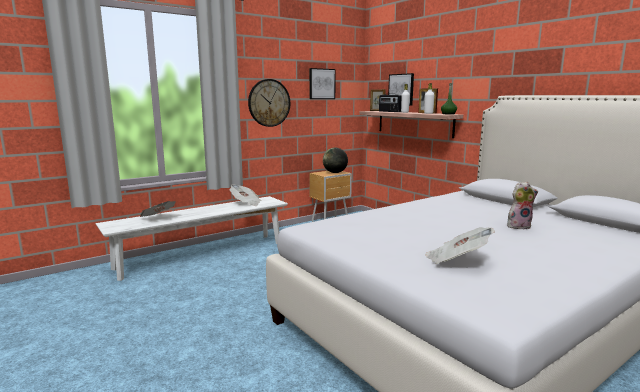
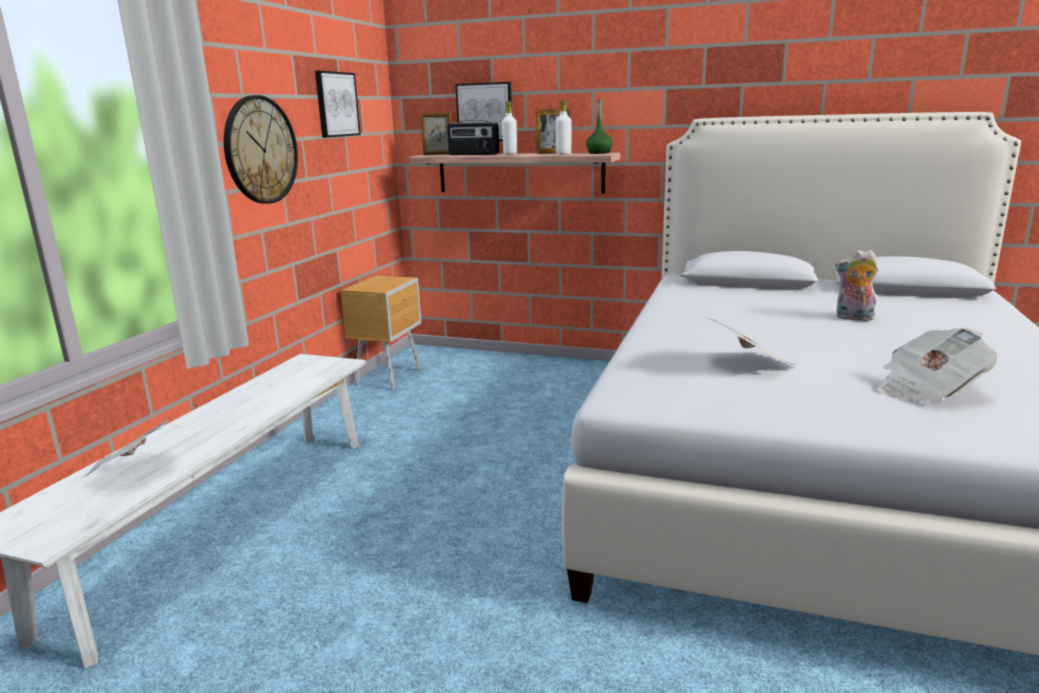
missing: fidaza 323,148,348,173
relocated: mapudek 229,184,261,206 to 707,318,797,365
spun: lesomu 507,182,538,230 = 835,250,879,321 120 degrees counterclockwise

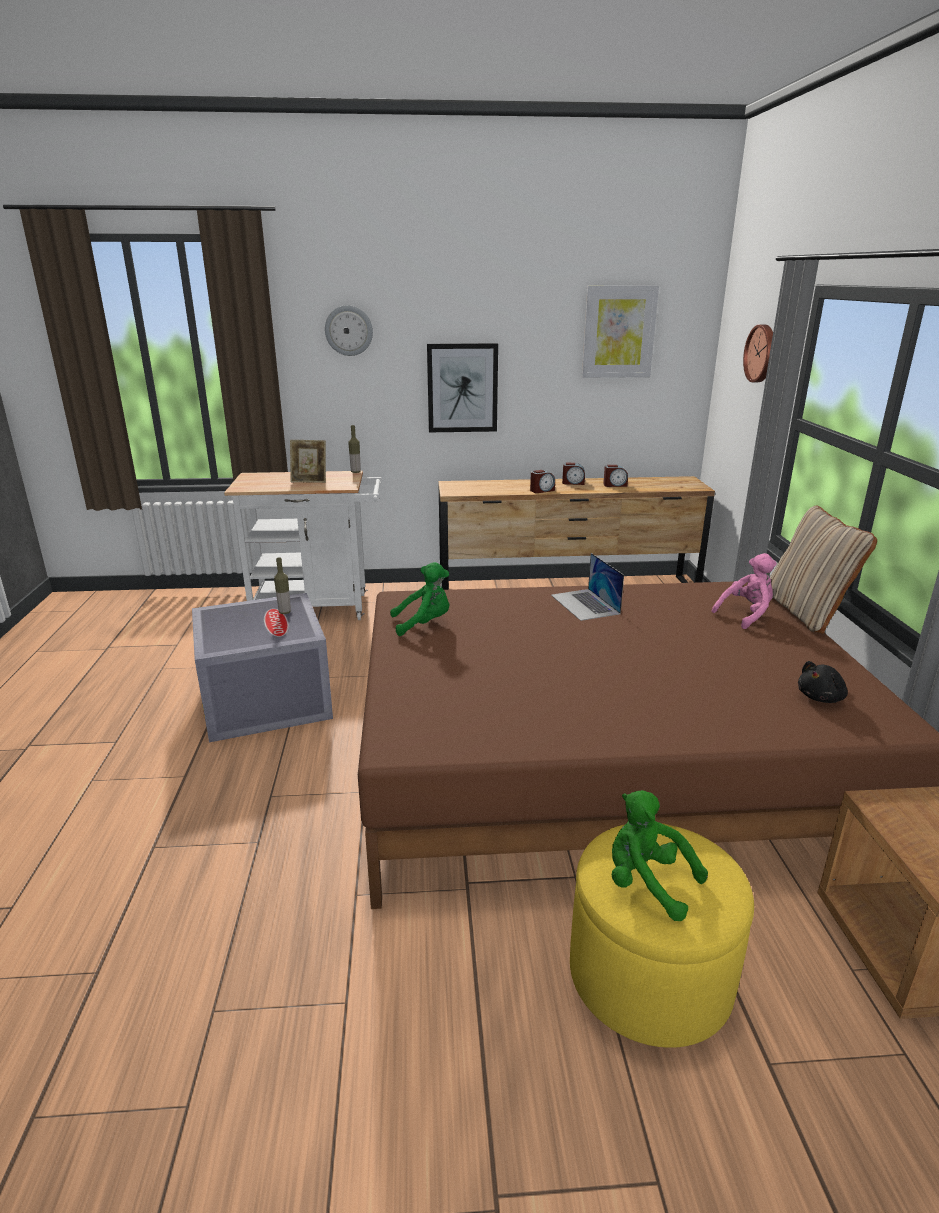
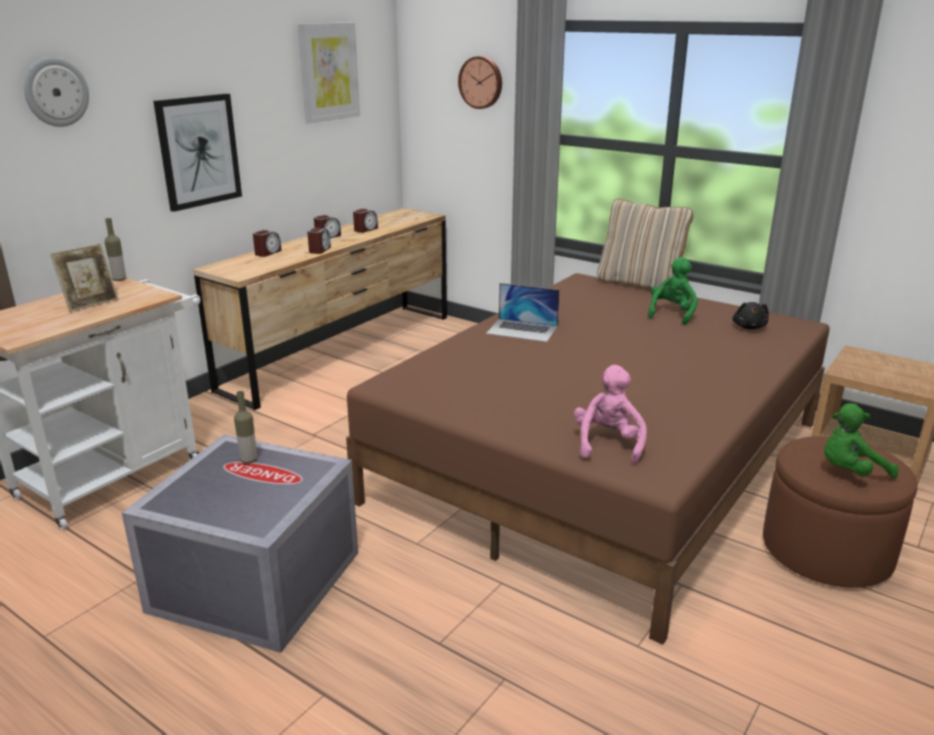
appeared: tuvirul 253,230,282,257
relocated: pink lesomu 711,553,777,629 to 574,365,647,464; green lesomu 390,562,450,636 to 648,257,698,325
colour: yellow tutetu 570,823,754,1048 to brown tutetu 763,436,917,588

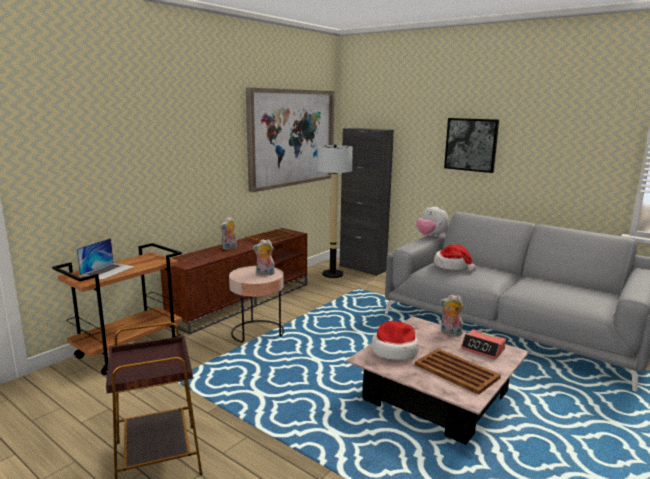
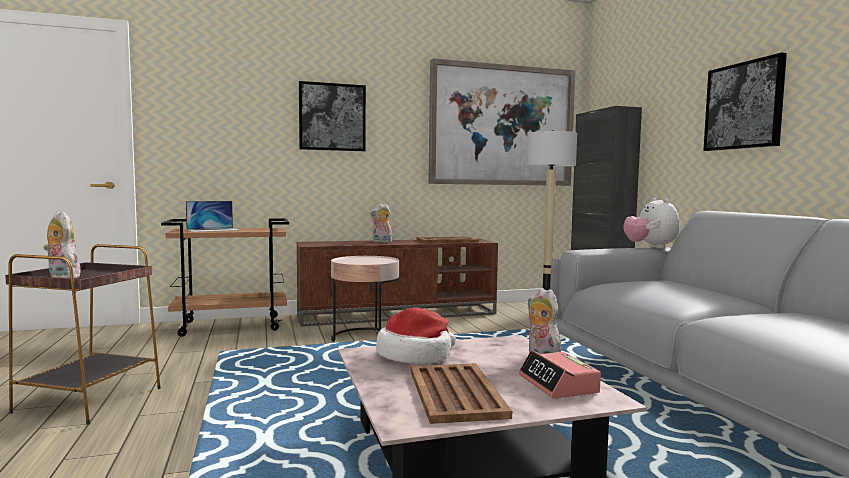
missing: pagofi 434,244,476,272
appeared: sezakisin 299,81,366,151
relocated: lesomu 253,239,275,275 to 43,211,81,278

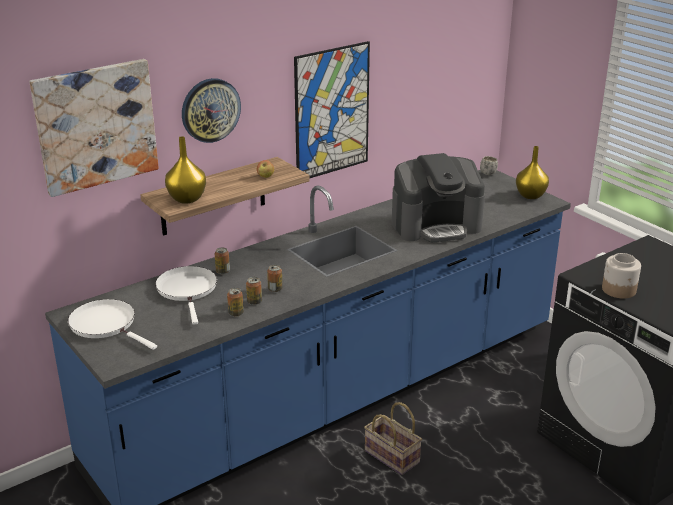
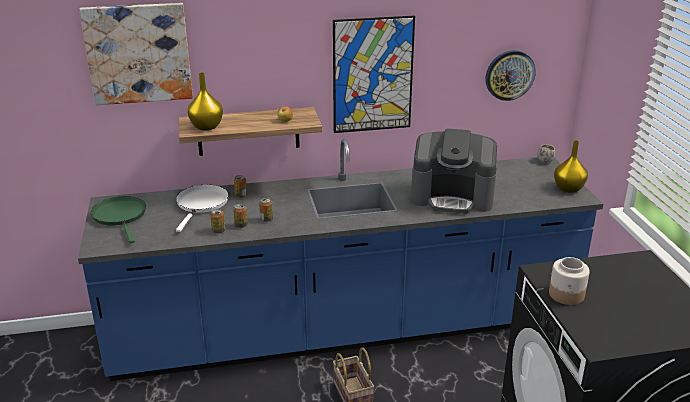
relocated: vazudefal 182,78,241,143 to 486,50,536,101
colour: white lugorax 68,299,157,350 to green lugorax 91,196,146,243

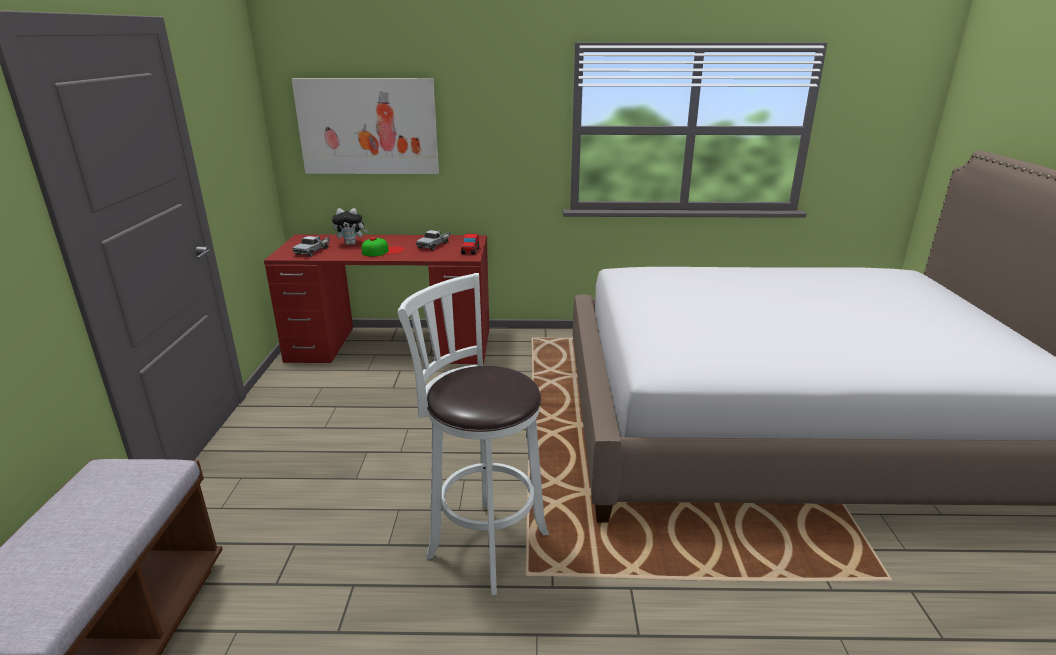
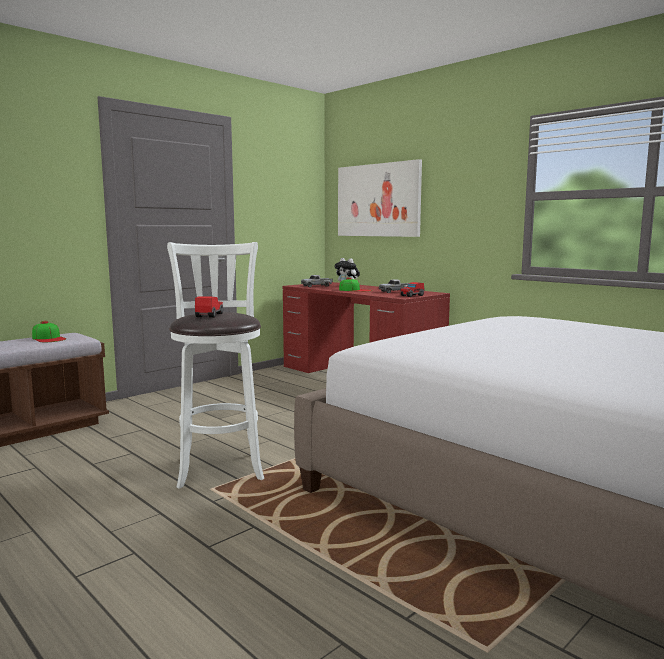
appeared: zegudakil 195,296,223,318; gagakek 32,321,66,342

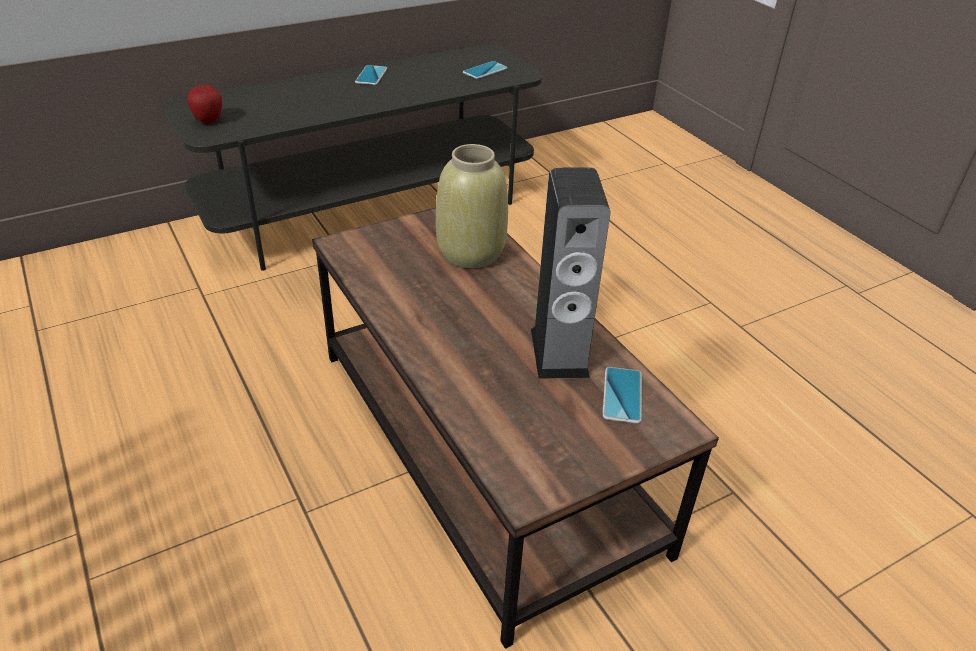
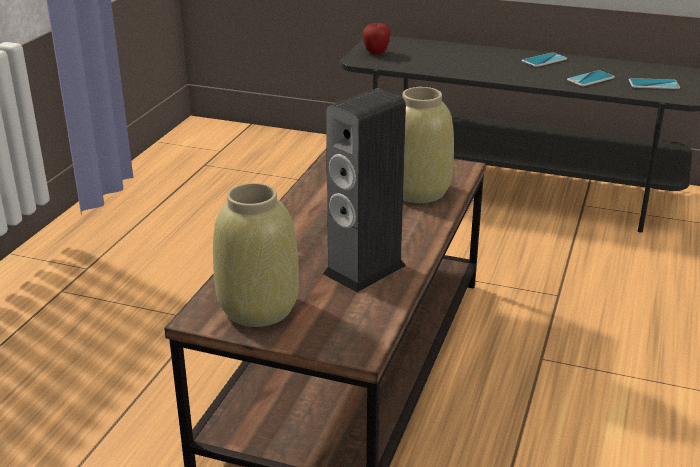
appeared: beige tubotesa 213,183,299,327
relocated: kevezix 603,367,642,424 to 567,70,615,86

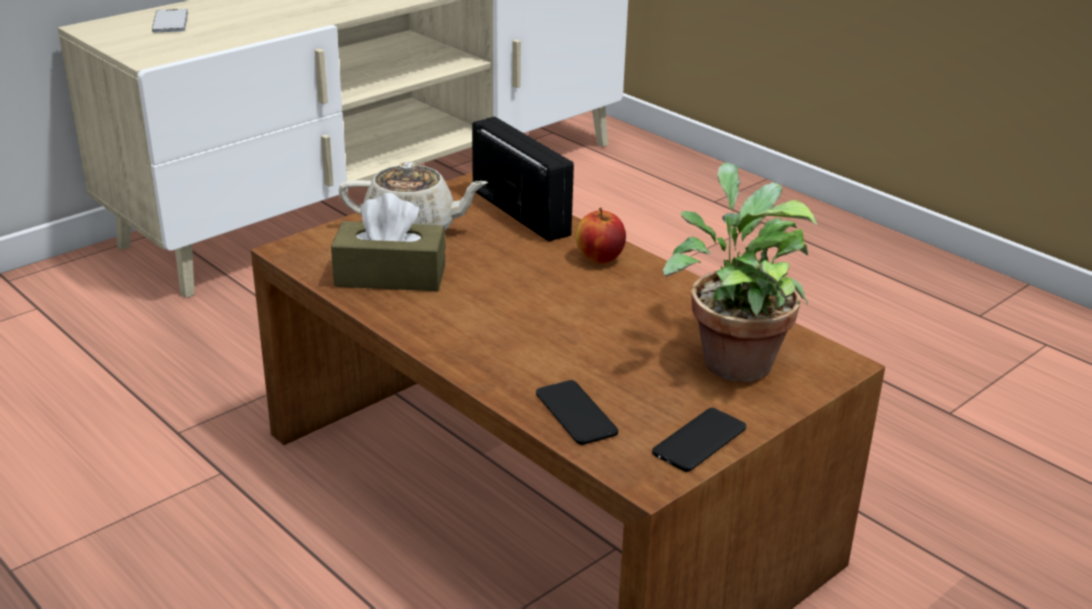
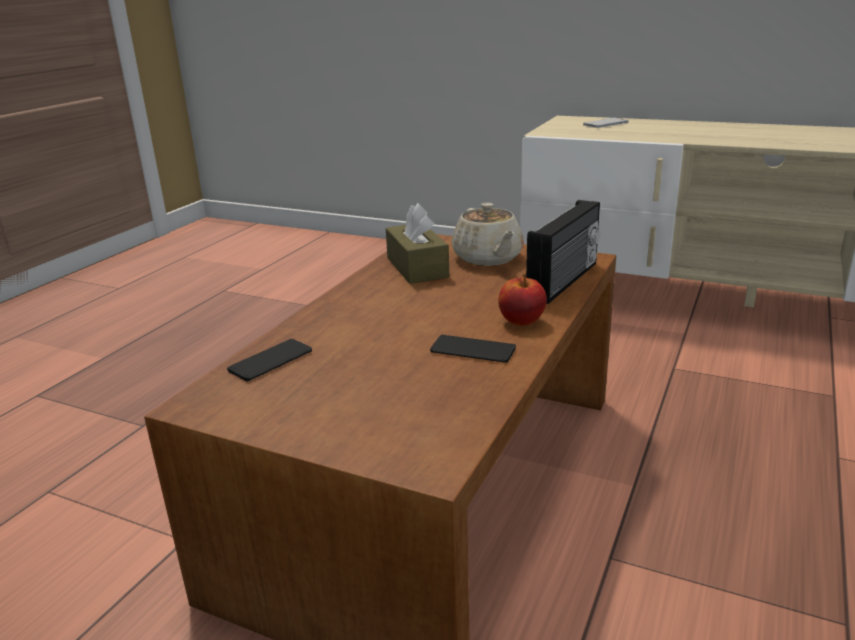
missing: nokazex 663,163,817,382
relocated: kevezix 652,408,746,472 to 430,335,516,363

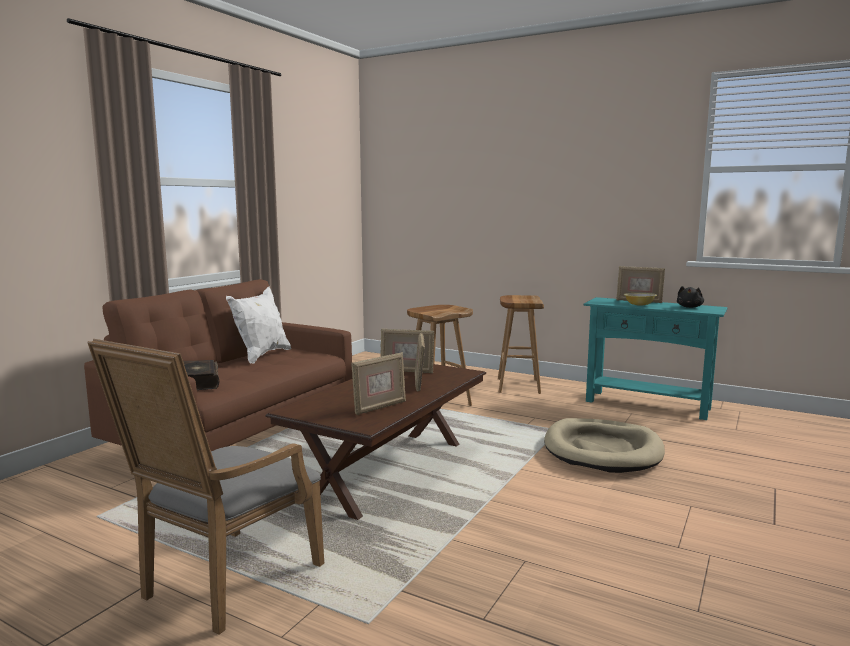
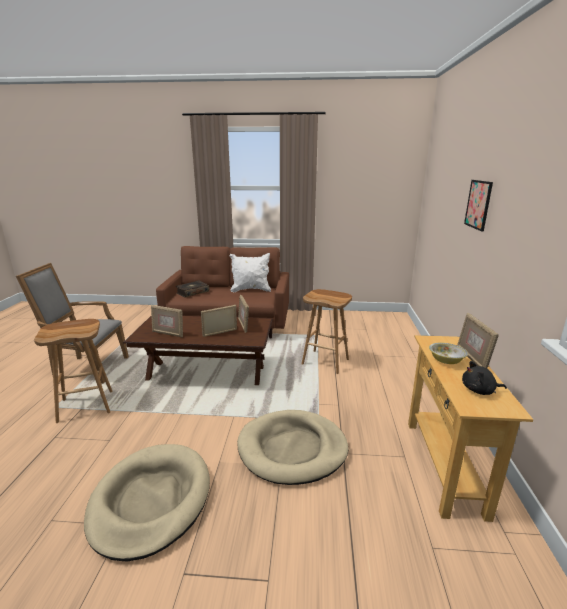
appeared: sezakisin 464,180,493,231; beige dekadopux 84,444,210,562
relocated: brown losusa 498,295,544,394 to 34,319,113,423
colour: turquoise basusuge 584,297,728,420 to beige basusuge 408,335,533,522

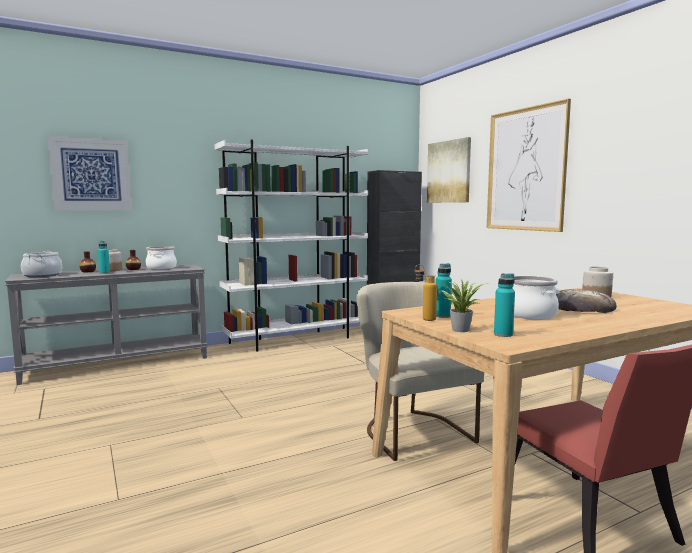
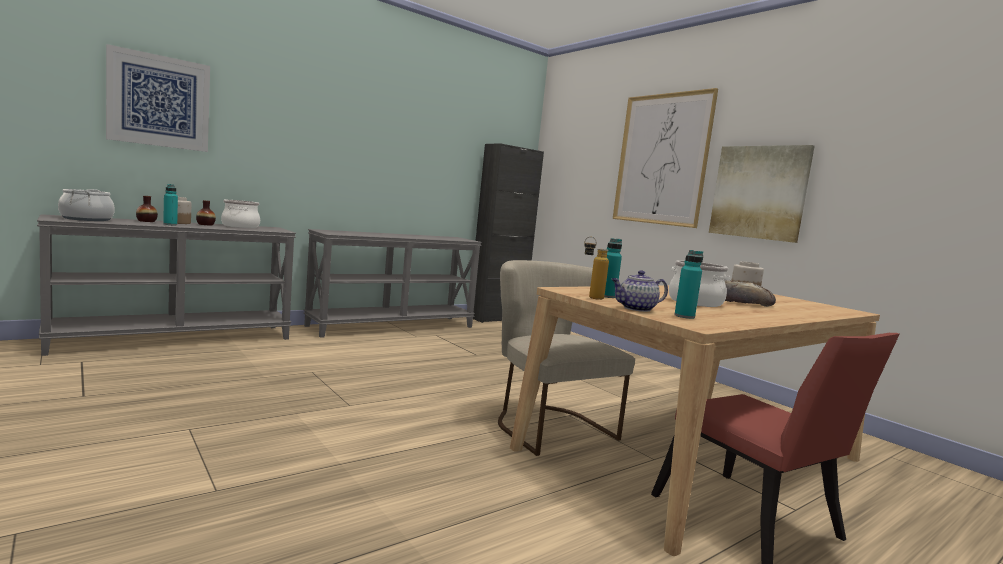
relocated: sezakisin 427,137,471,203 to 709,145,815,243
exchanged: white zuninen 214,140,368,352 to grey basusuge 304,229,482,338; nokazex 441,279,484,332 to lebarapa 612,270,668,312

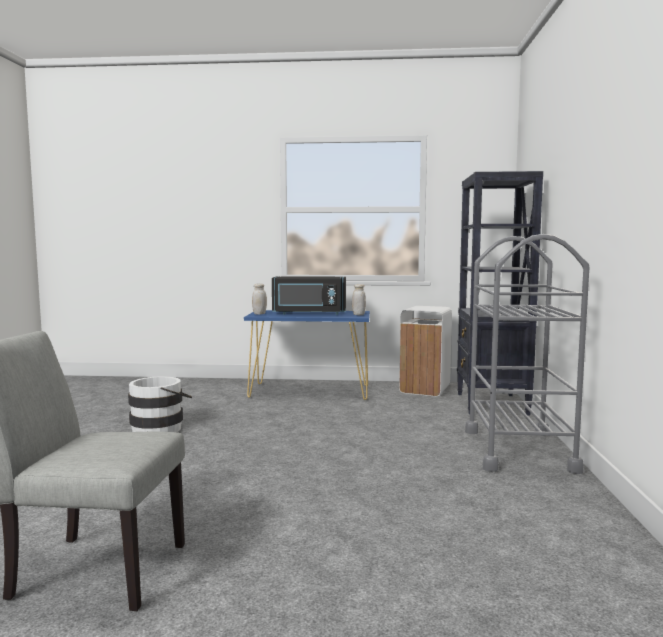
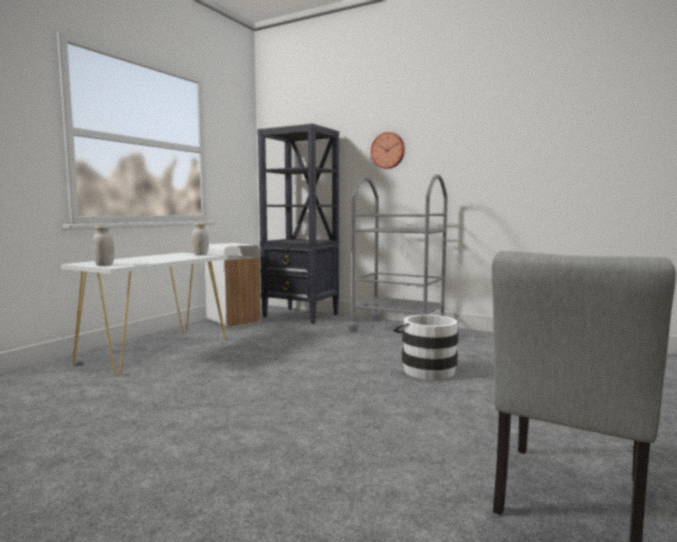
missing: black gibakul 272,276,346,315
appeared: vazudefal 371,132,405,169
relocated: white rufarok 128,376,192,432 to 393,315,458,380
colour: blue basusuge 244,310,370,400 to white basusuge 61,253,227,376

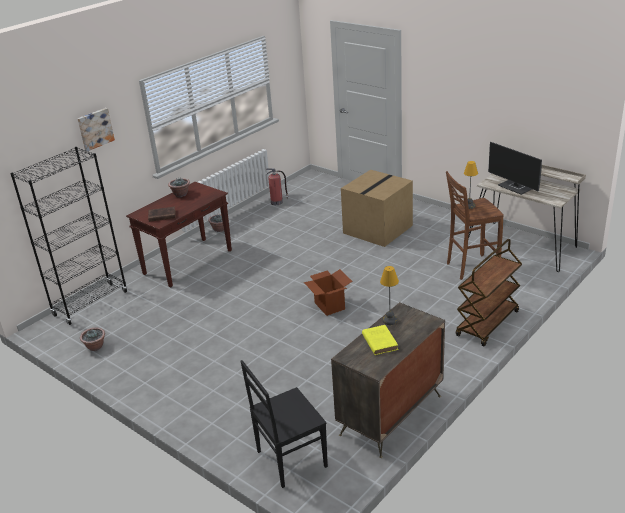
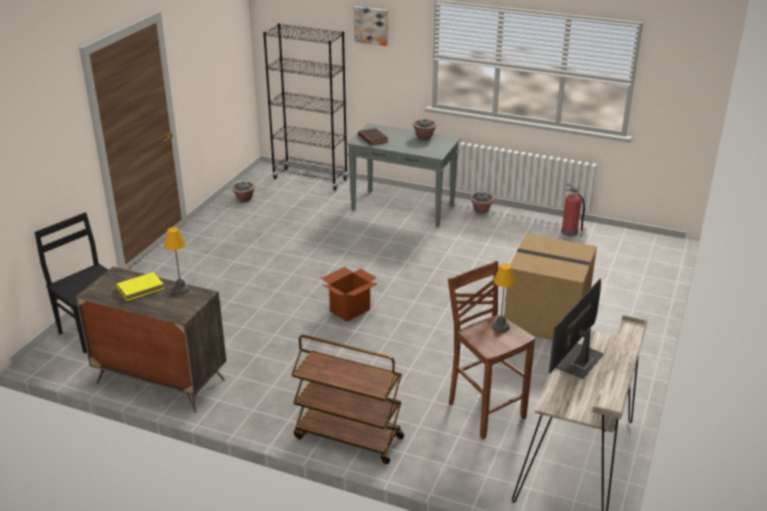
colour: brown basusuge 126,182,232,287 to grey basusuge 346,123,461,227

